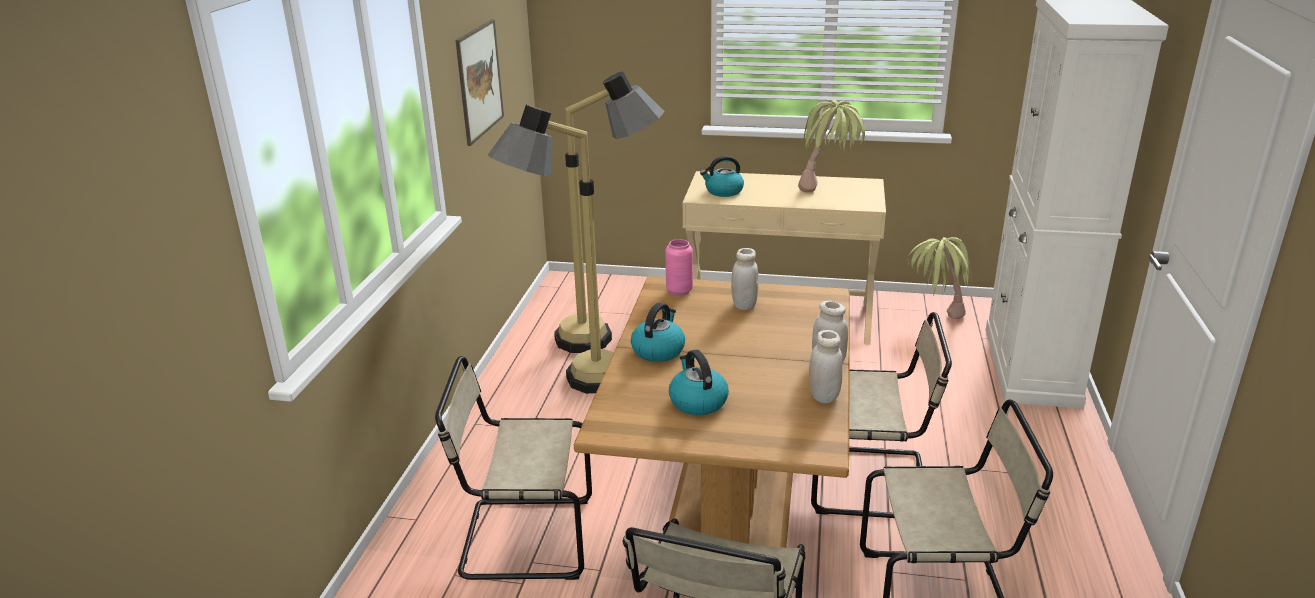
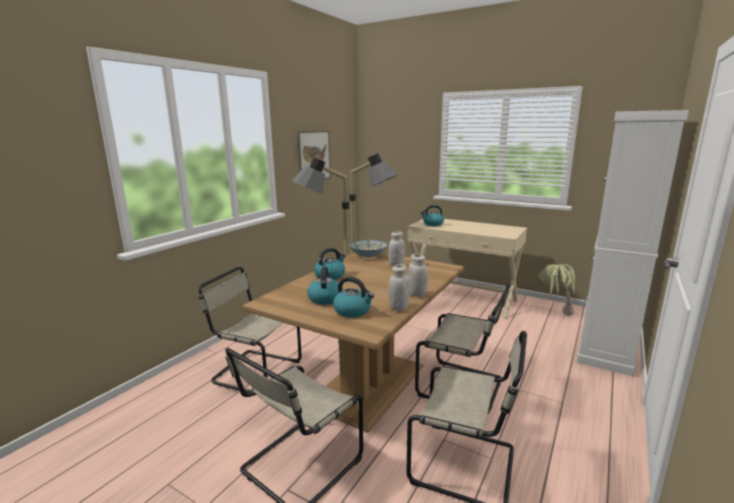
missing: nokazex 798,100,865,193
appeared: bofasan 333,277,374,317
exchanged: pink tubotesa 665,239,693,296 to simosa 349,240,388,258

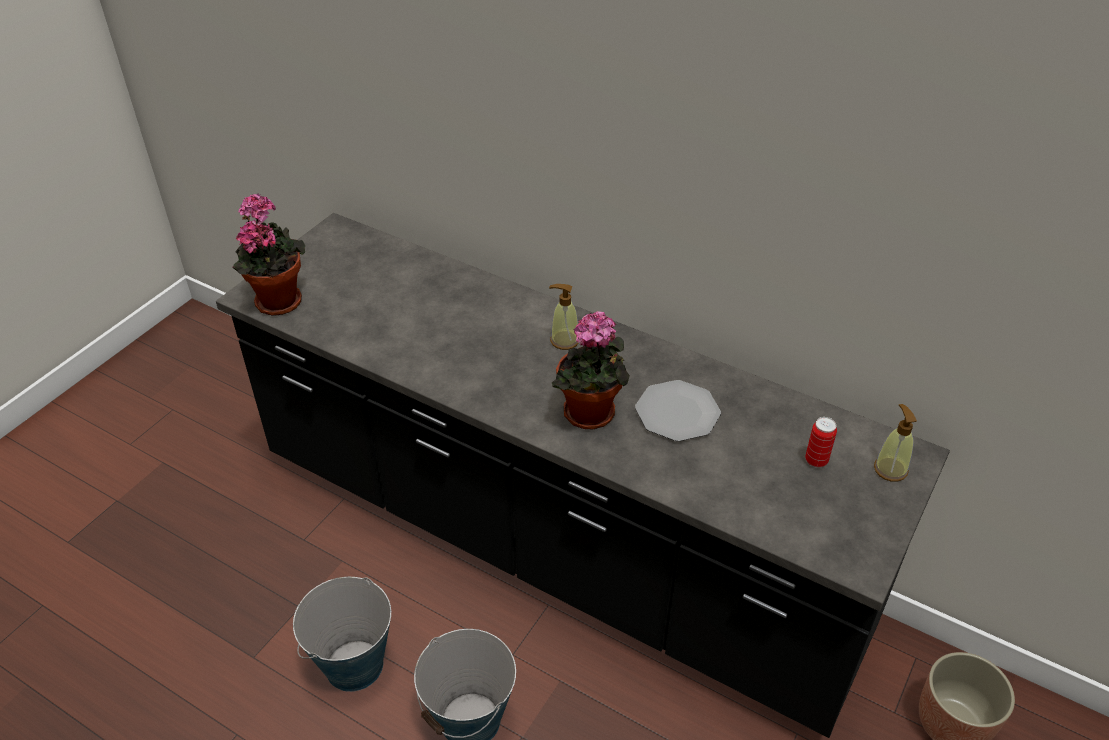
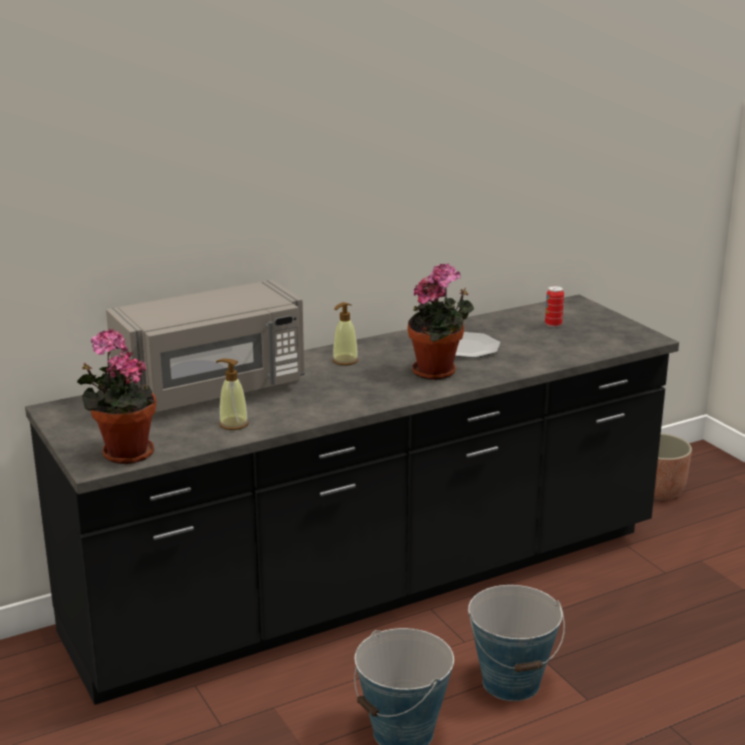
appeared: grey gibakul 106,280,305,412
relocated: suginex 874,404,917,482 to 216,359,249,430

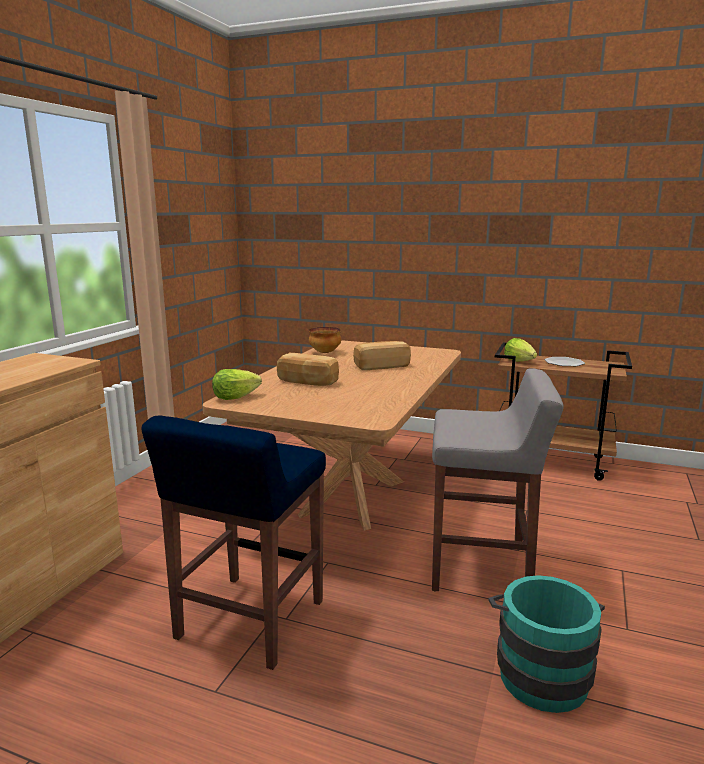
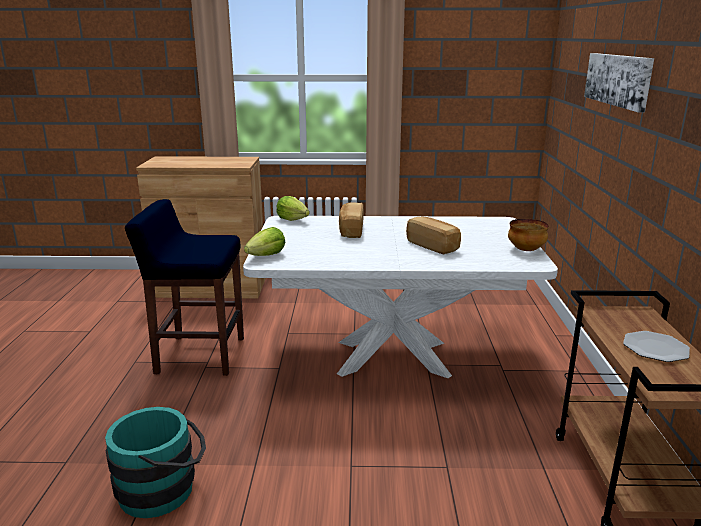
missing: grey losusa 432,368,564,591
appeared: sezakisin 584,53,654,112
relocated: simosa 309,327,341,353 to 508,219,549,251; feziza 504,338,537,362 to 244,227,285,256
colour: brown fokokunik 203,340,461,531 to white fokokunik 243,216,558,378

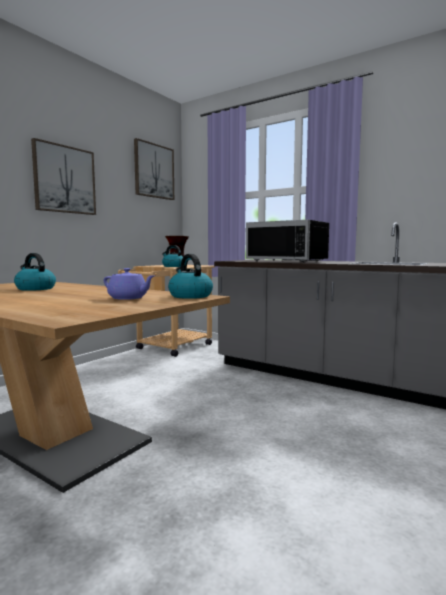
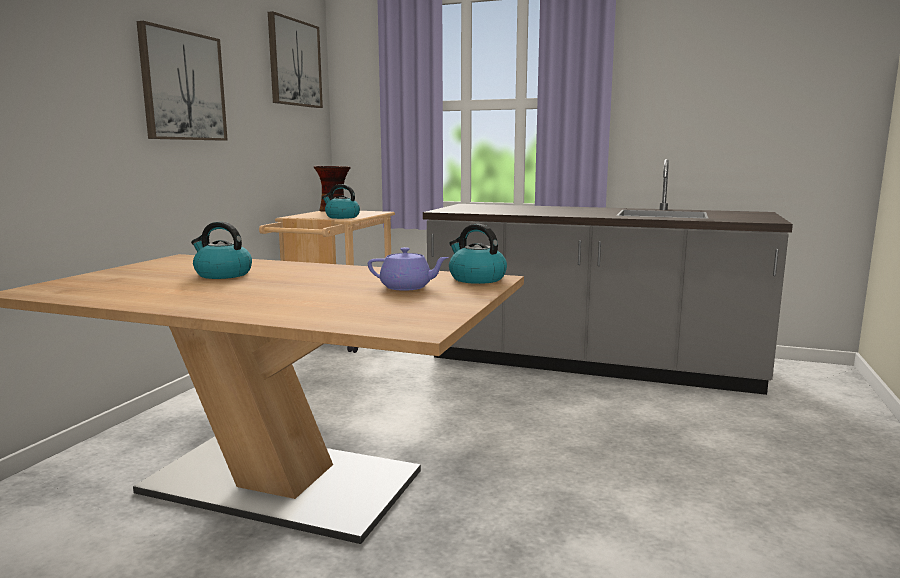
missing: black gibakul 246,220,329,262

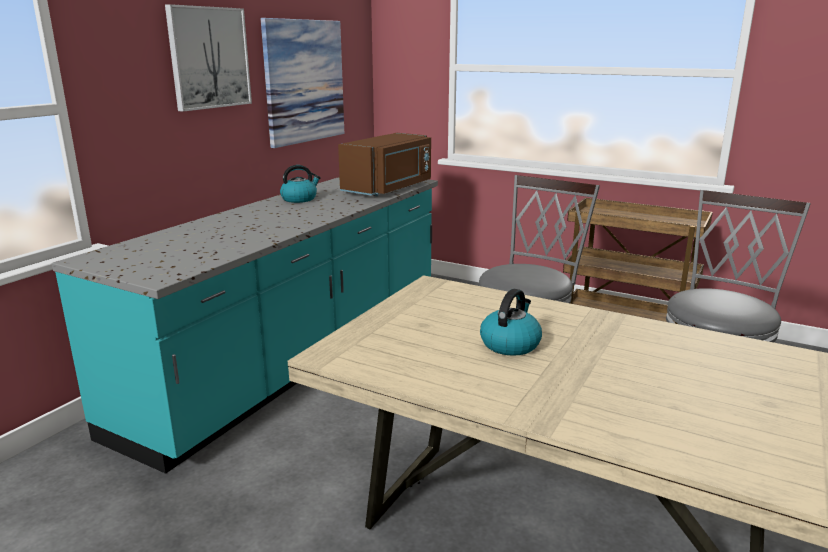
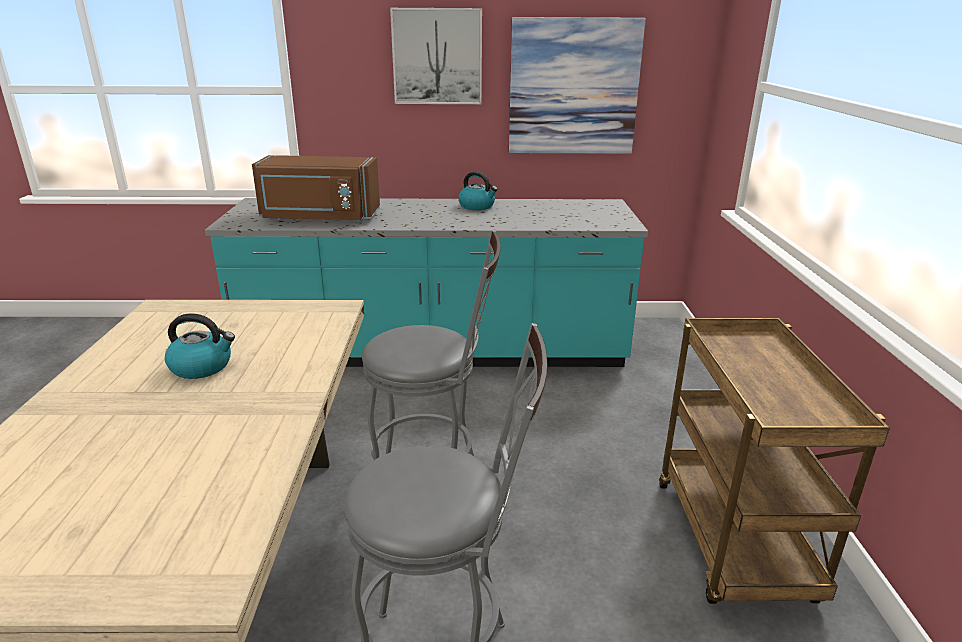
relocated: brown gibakul 338,133,431,196 to 252,155,380,222

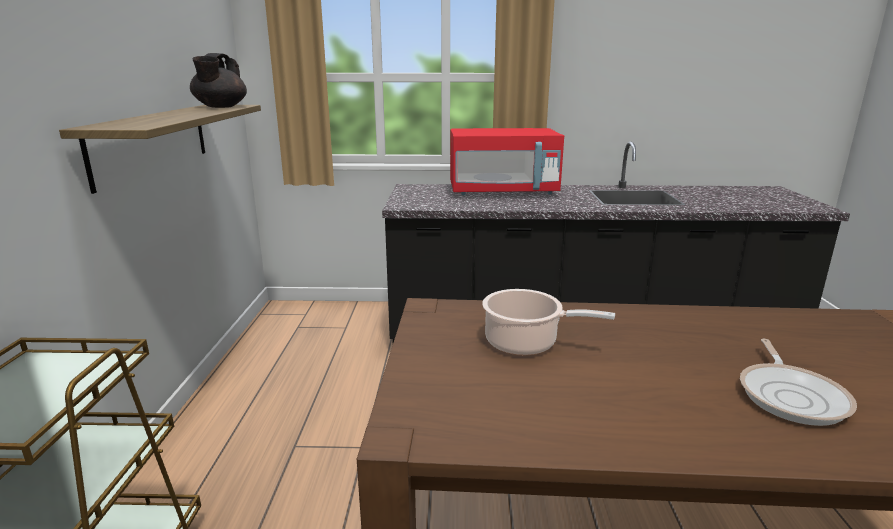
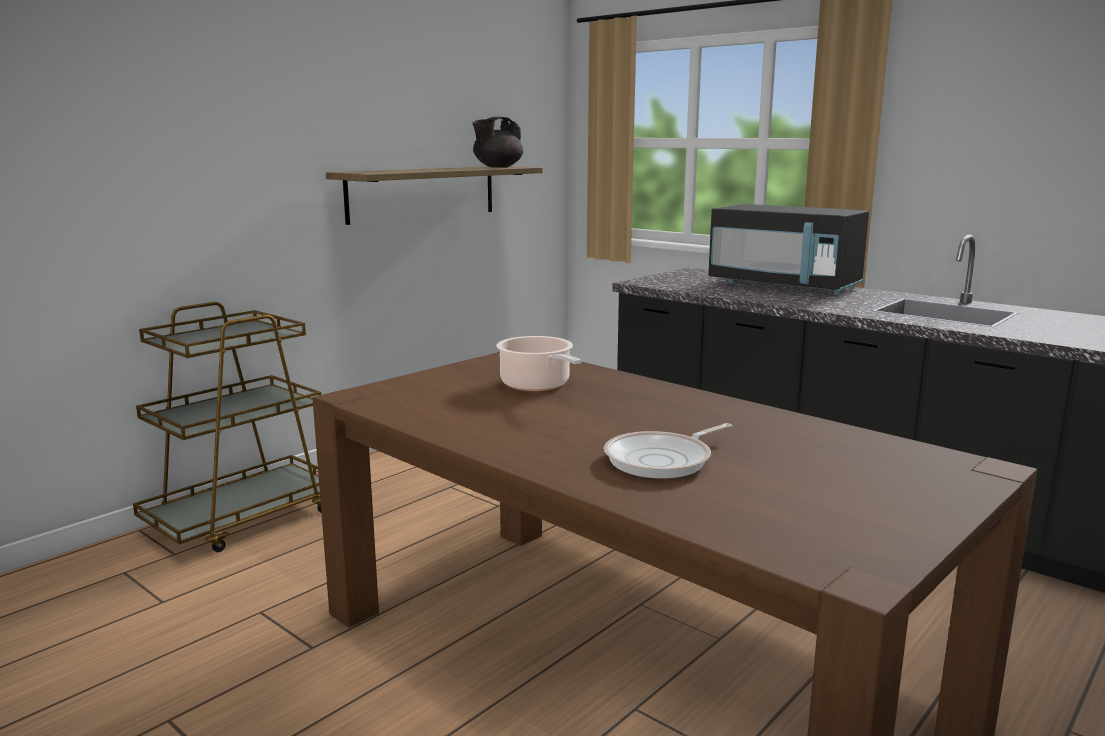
colour: red gibakul 450,128,564,195 to black gibakul 708,204,869,295

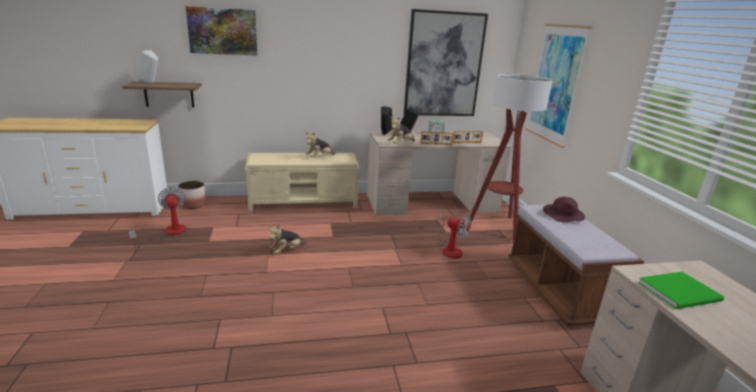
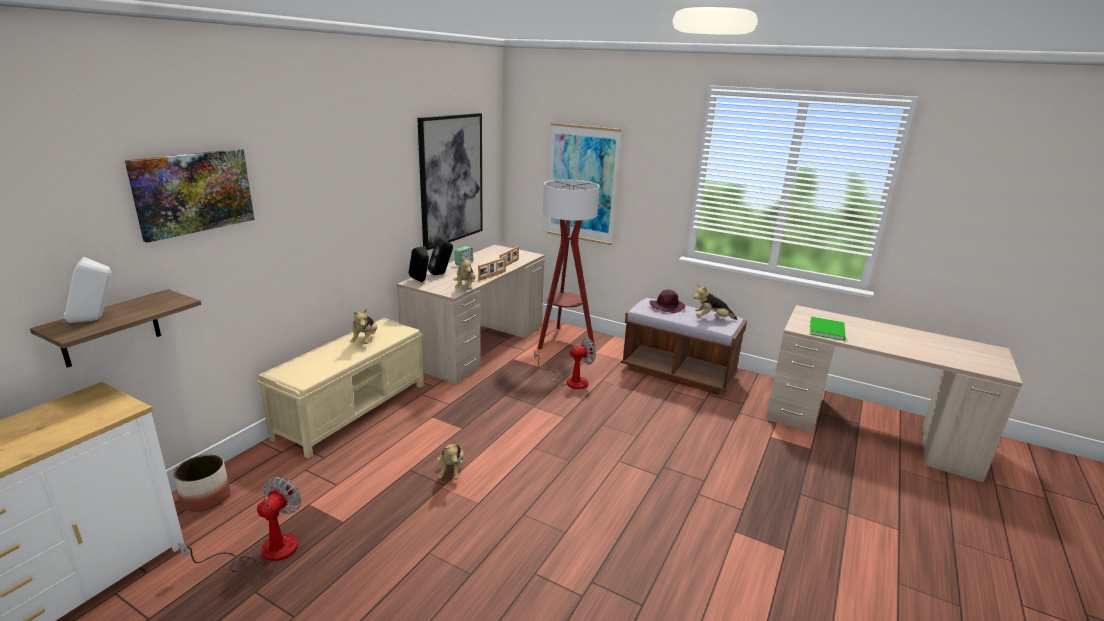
appeared: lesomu 694,284,737,320
spun: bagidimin 129,187,187,246 = 178,477,302,572 90 degrees clockwise

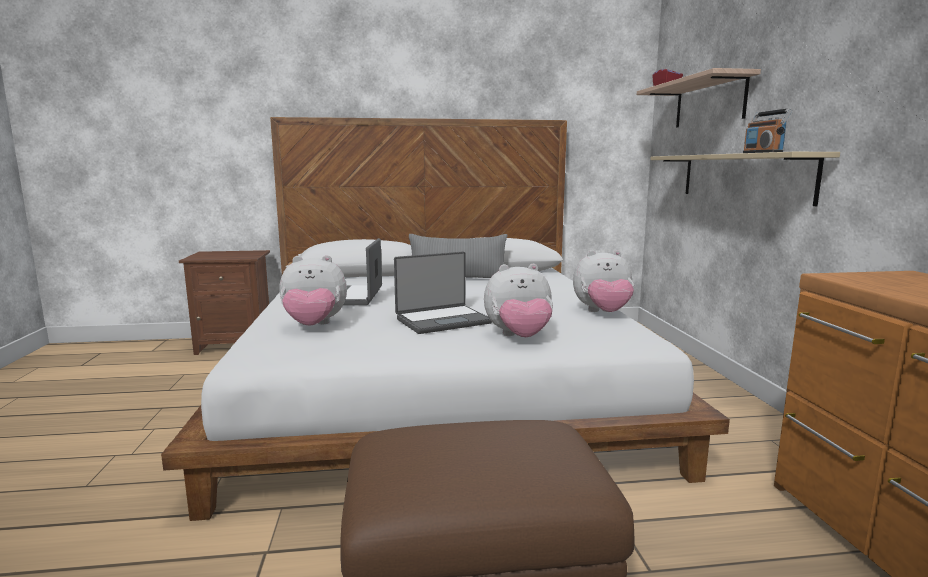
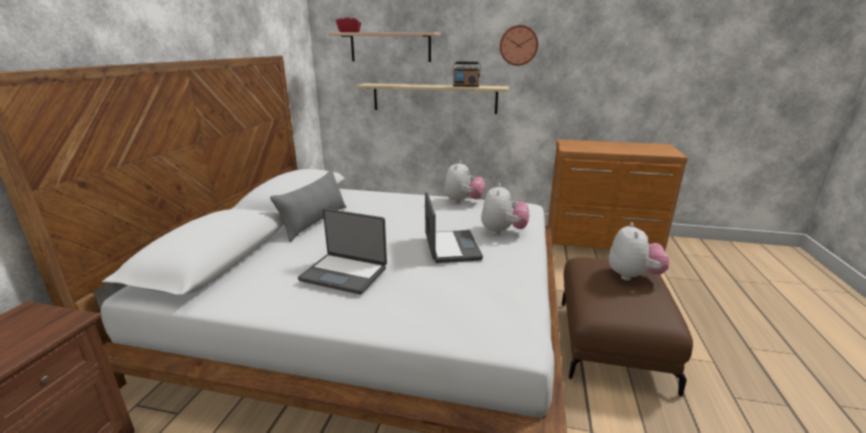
appeared: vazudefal 500,25,538,66
relocated: lesomu 279,255,347,326 to 609,222,669,281

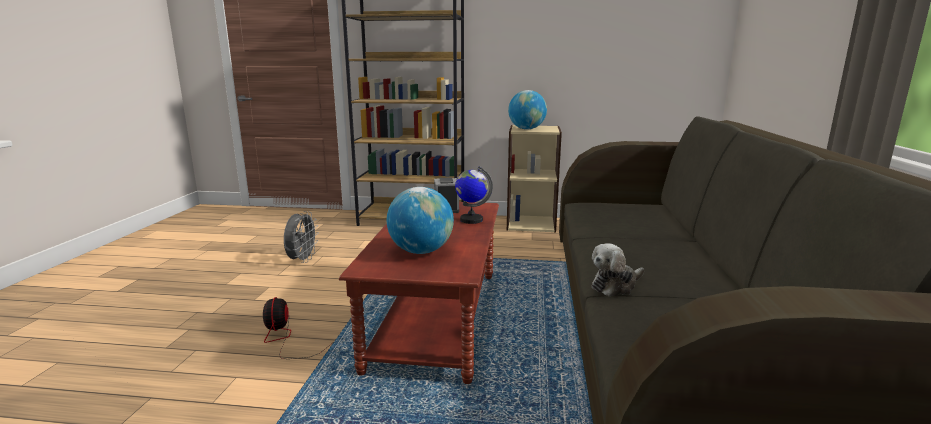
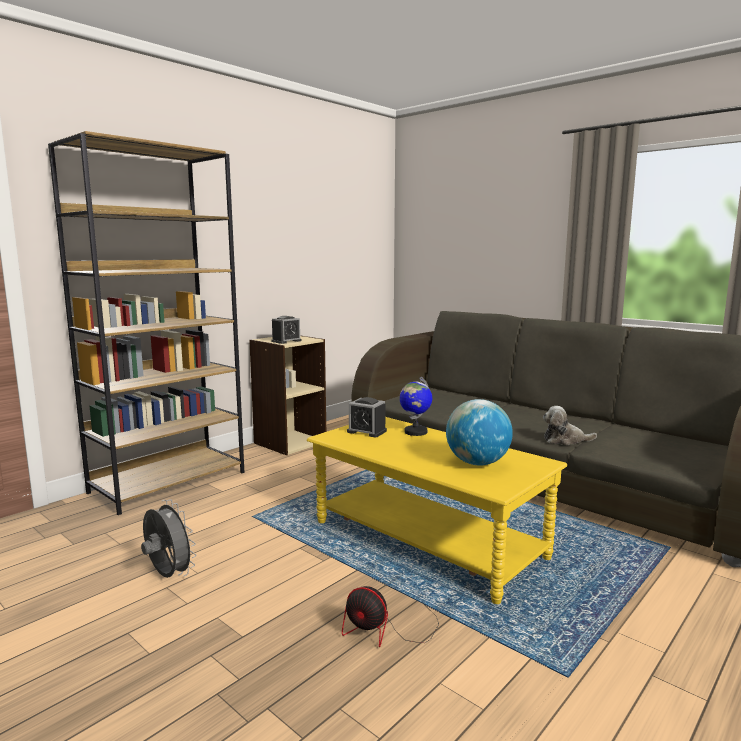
exchanged: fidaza 508,90,547,130 to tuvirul 271,316,302,344
colour: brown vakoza 339,202,499,384 to yellow vakoza 307,417,567,604
spun: lesomu 592,243,644,297 = 543,406,597,445 90 degrees clockwise

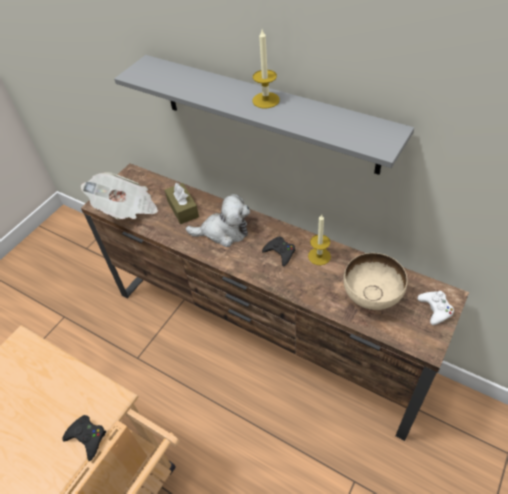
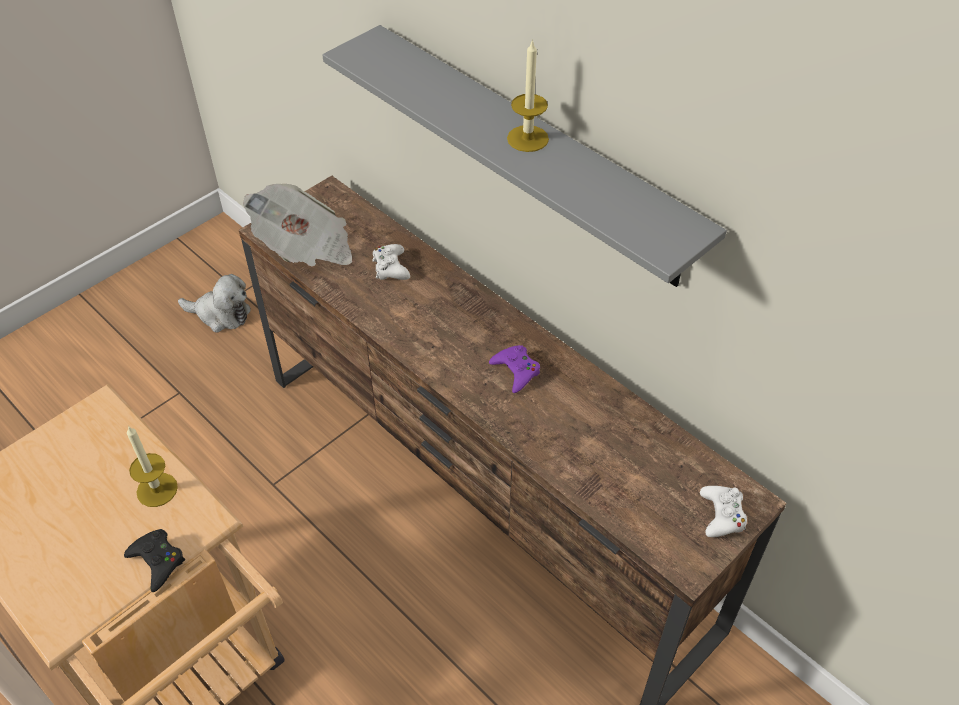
missing: beige simosa 343,253,407,310
relocated: lesomu 186,194,250,247 to 178,274,251,333; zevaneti 308,214,331,265 to 127,425,178,507
exchanged: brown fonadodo 165,183,199,224 to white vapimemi 372,244,410,280
colour: black vapimemi 262,236,295,267 to purple vapimemi 489,345,540,393

